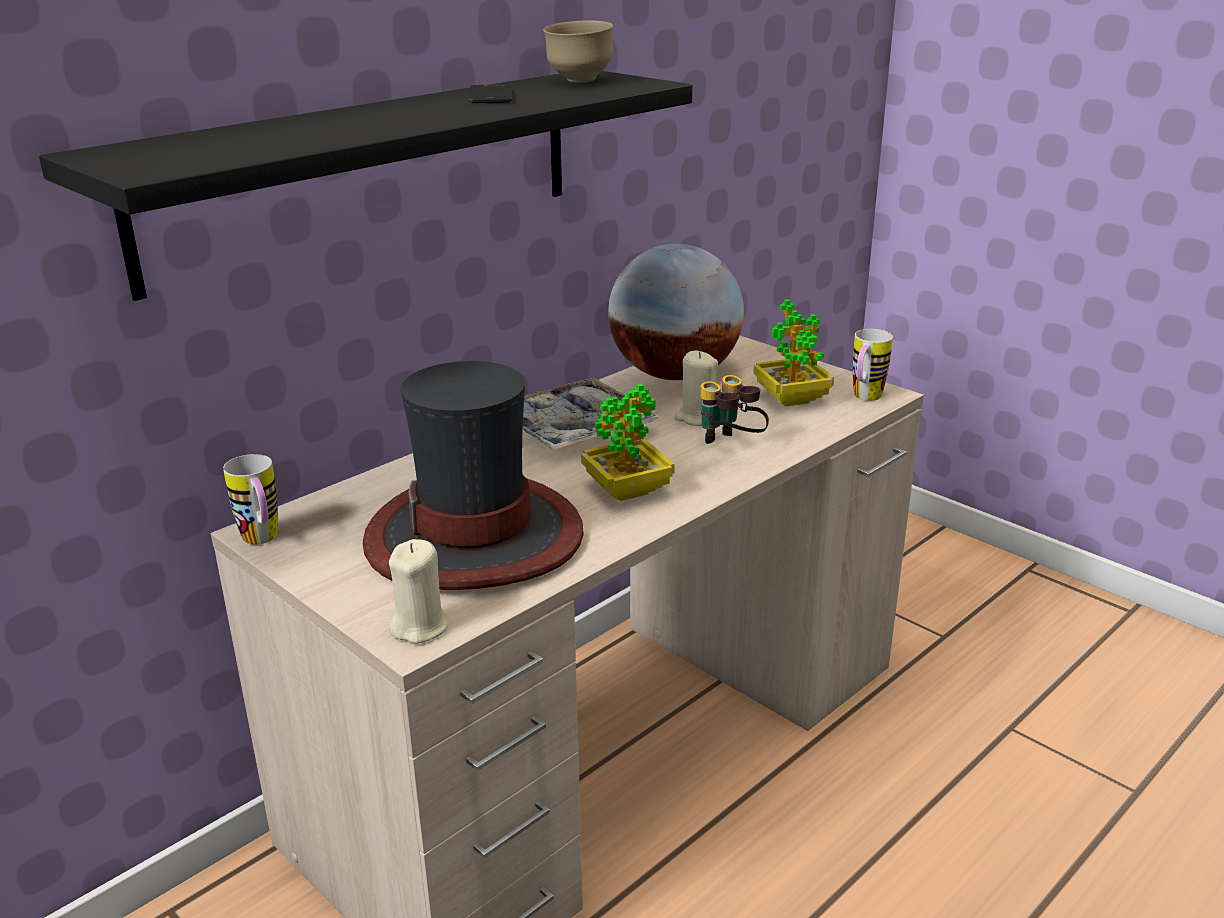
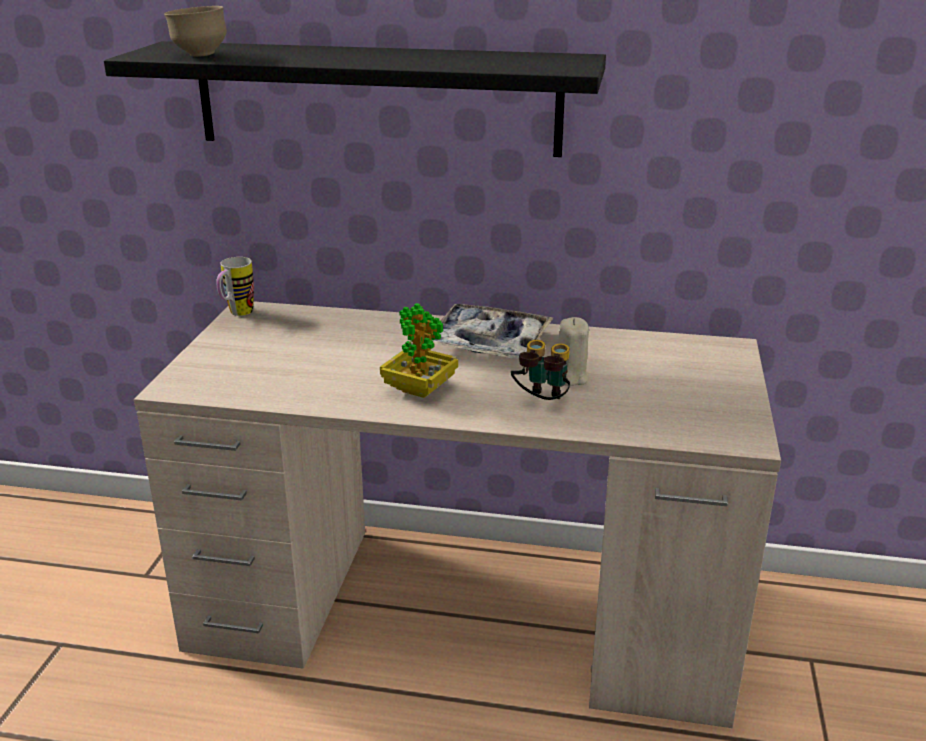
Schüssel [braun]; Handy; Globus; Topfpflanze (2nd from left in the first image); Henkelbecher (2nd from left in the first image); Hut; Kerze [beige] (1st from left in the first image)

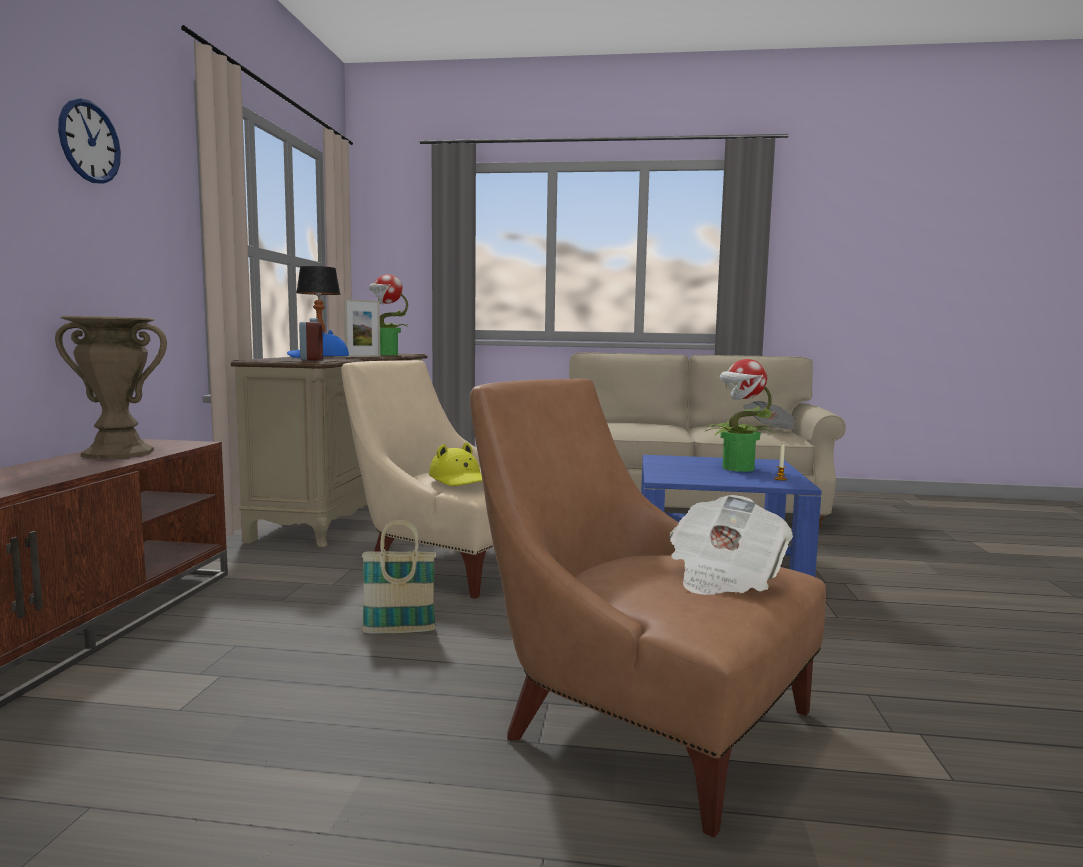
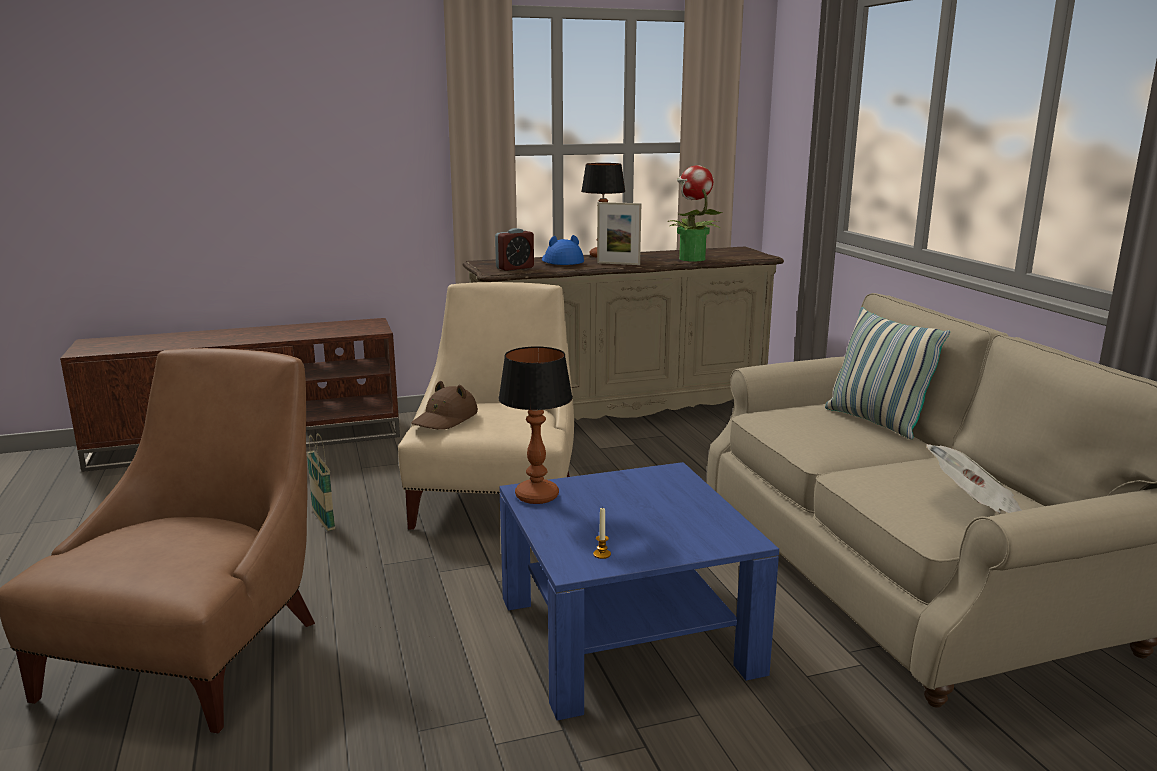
Wanduhr; Vase [braun]; Topfpflanze (2nd from left in the first image); Hut [braun]; Zeitung (1st from left in the first image); Kissen; Tischlampe (1st from left)

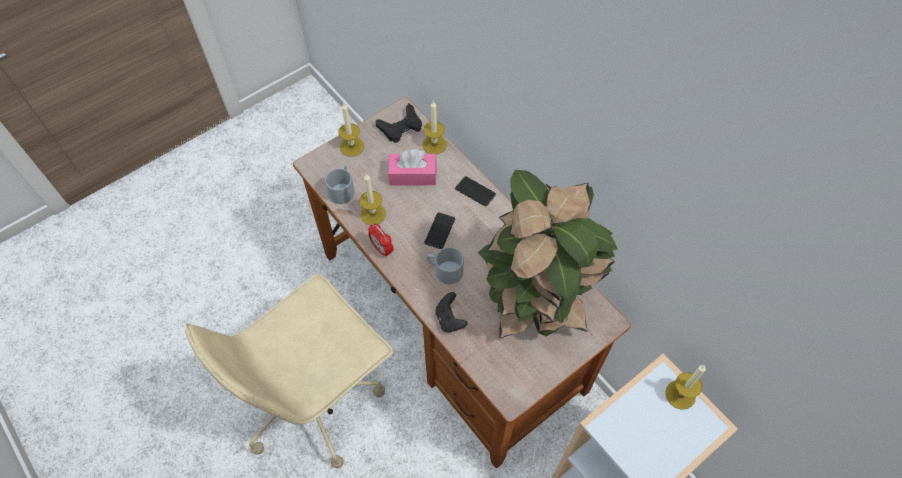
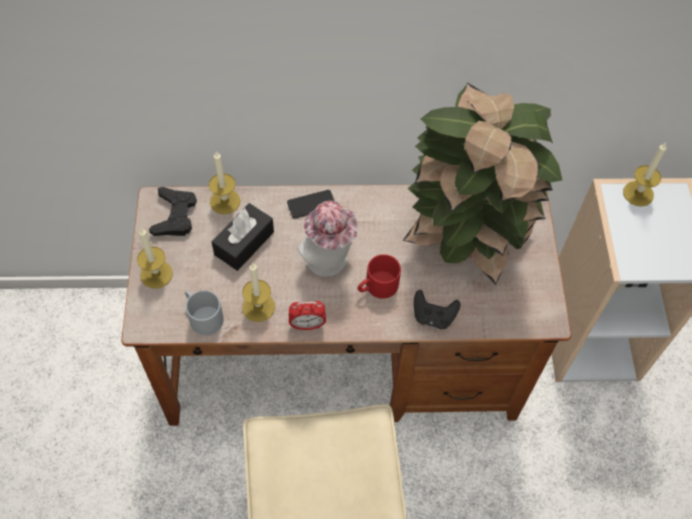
Taschentuchbox [schwarz]; Hut; Henkelbecher [rot]

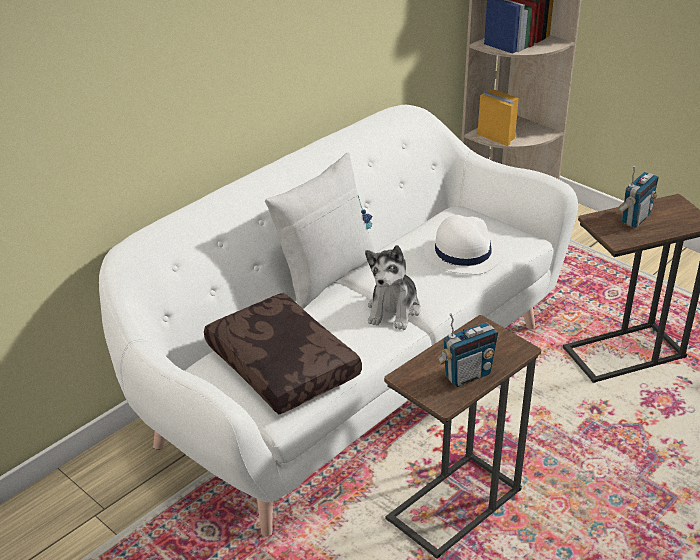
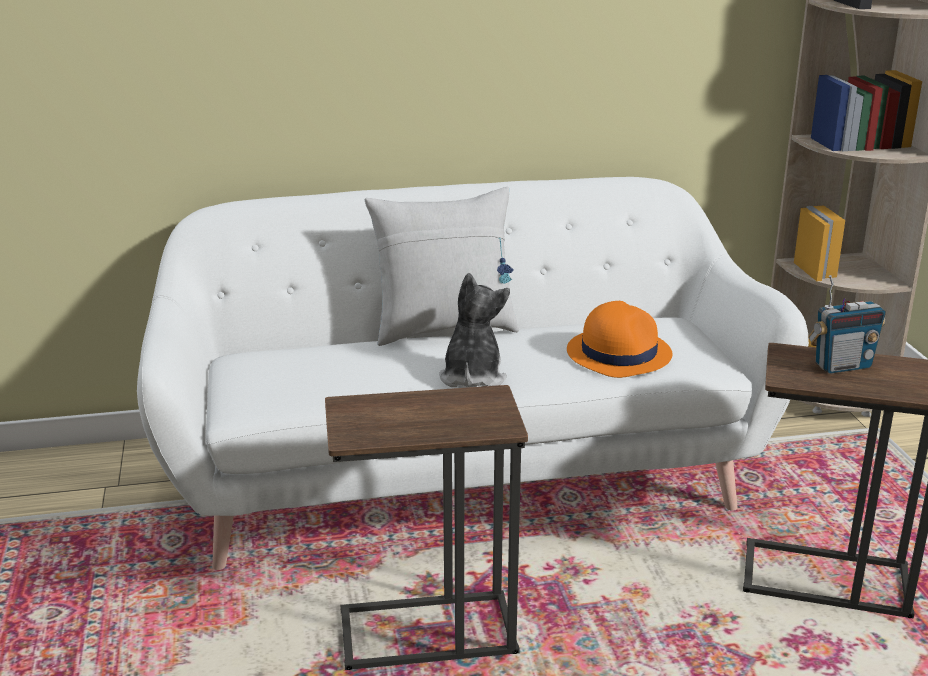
Hut [orange]; Plüschtier; Kissen [braun]; Radio (1st from left in the first image)

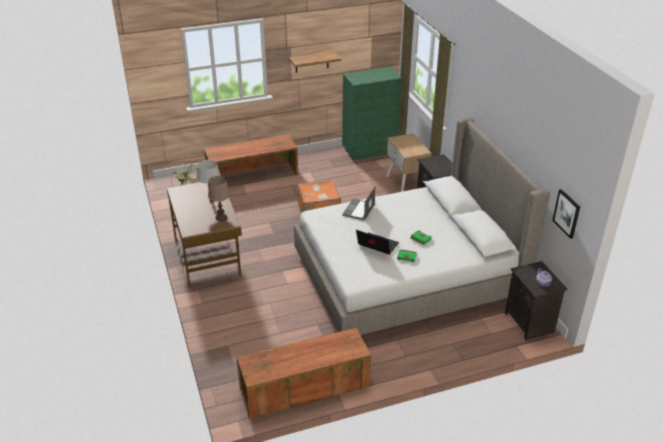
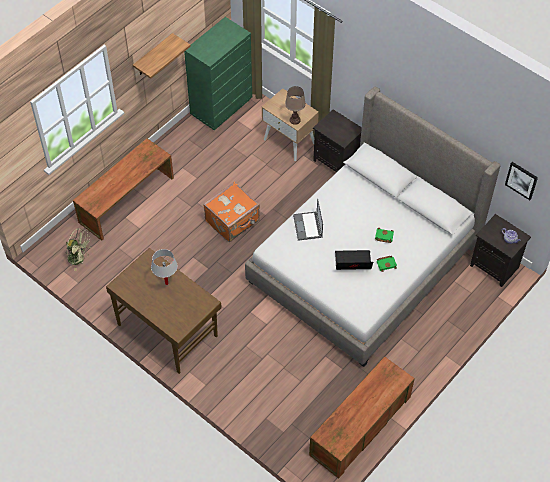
Tischlampe [braun]

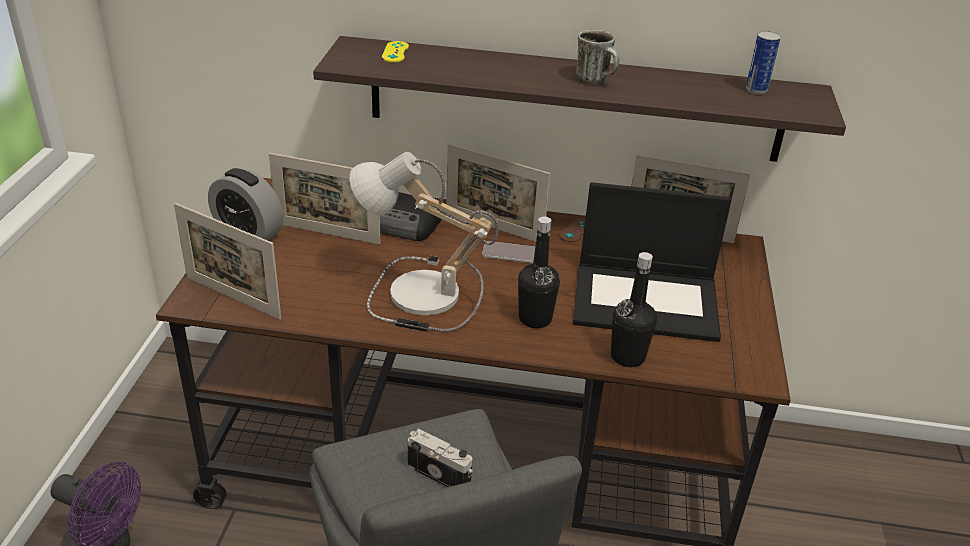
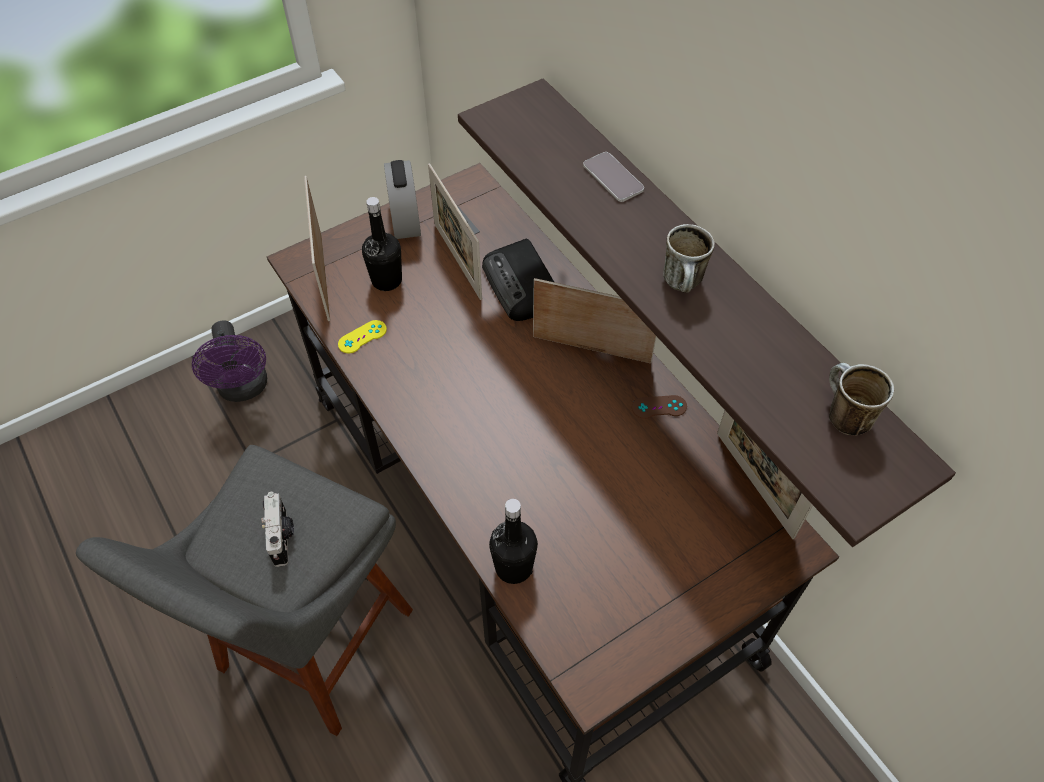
Henkelbecher (2nd from left); Gamepad [gelb]; Bilderrahmen (3rd from left); Tischlampe; Laptop; Flasche [schwarz] (1st from left); Handy

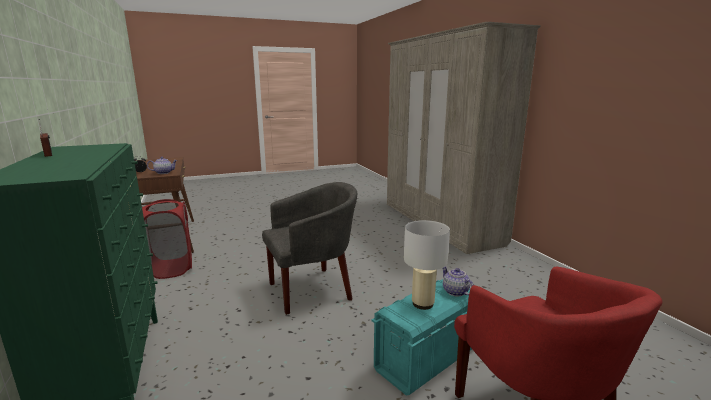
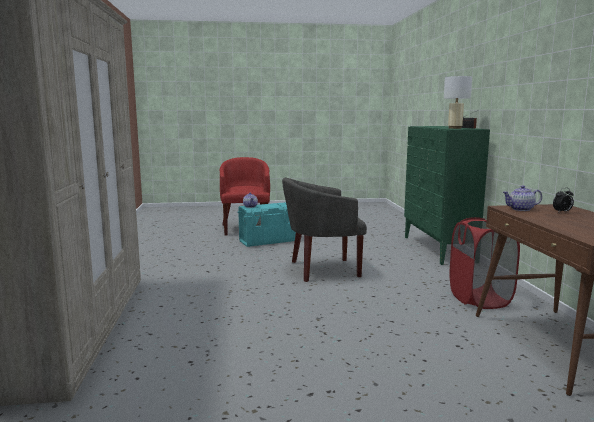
Tischlampe [weiß]

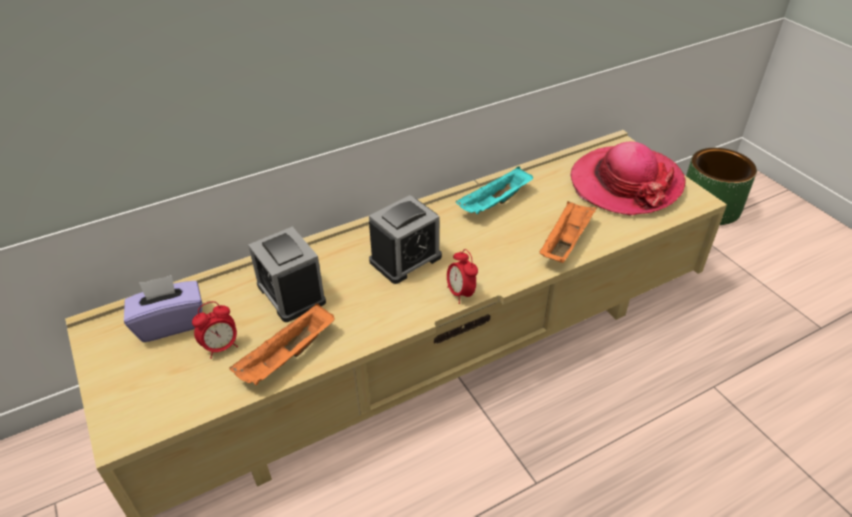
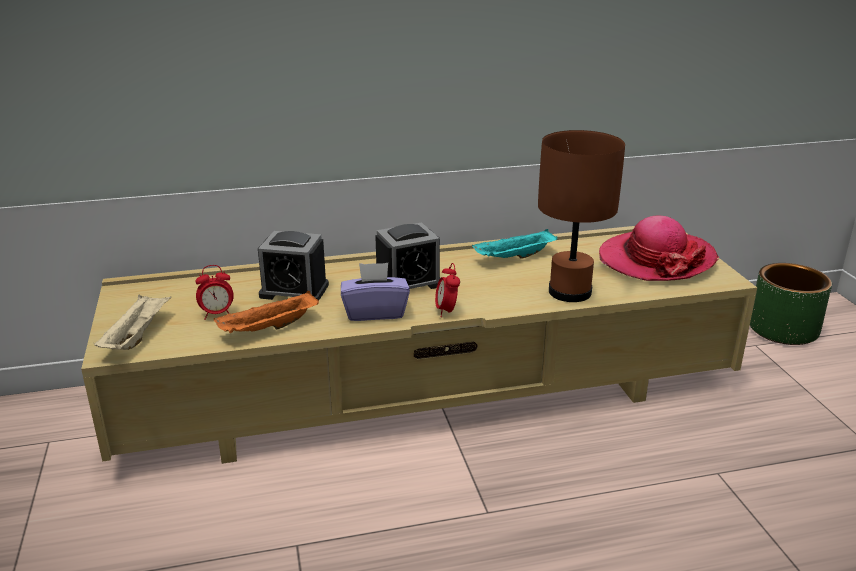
Tischlampe [braun]; Wecker (2nd from left); Taschentuchbox [lila]; Tablett [beige]

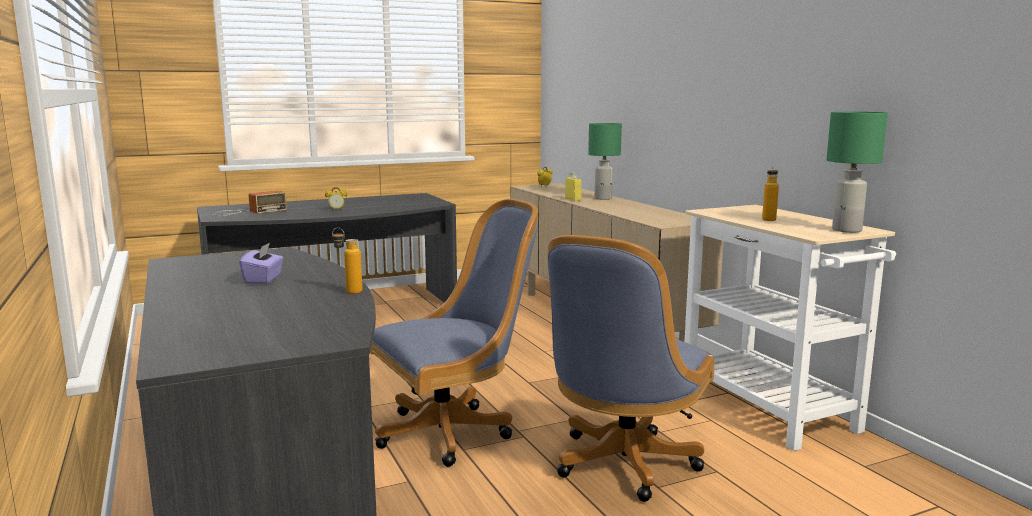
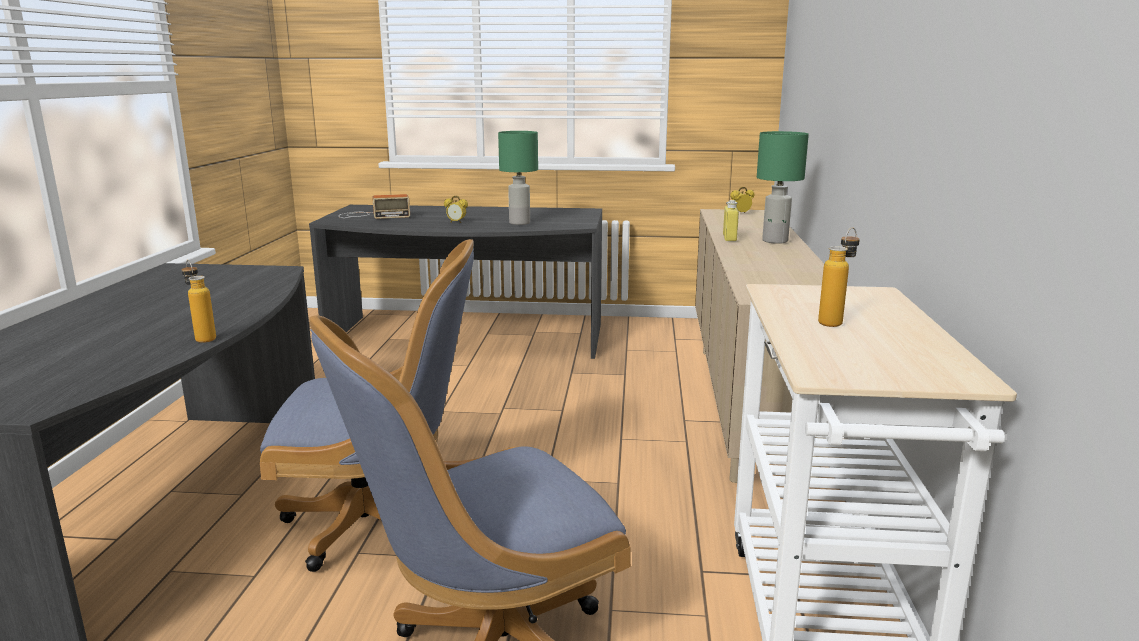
Tischlampe [grün] (1st from left); Taschentuchbox [lila]

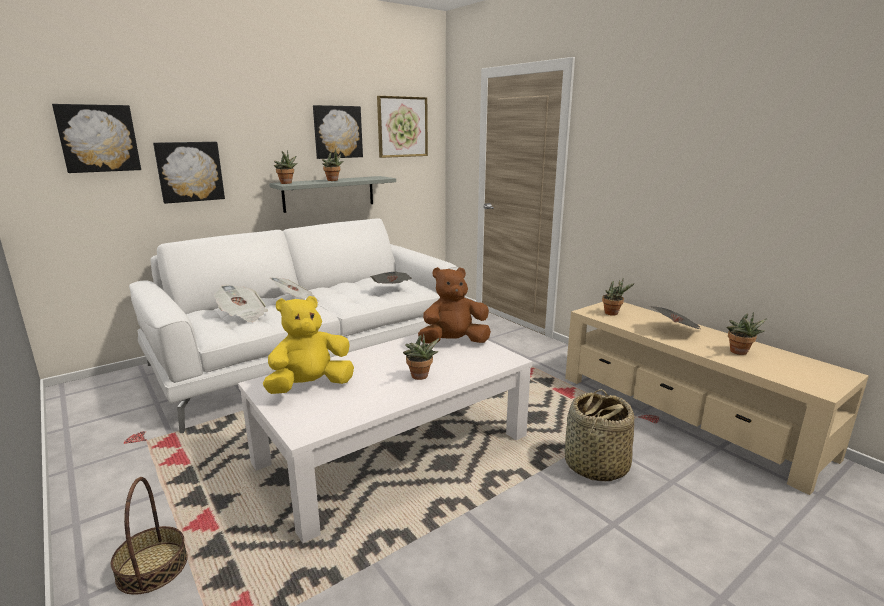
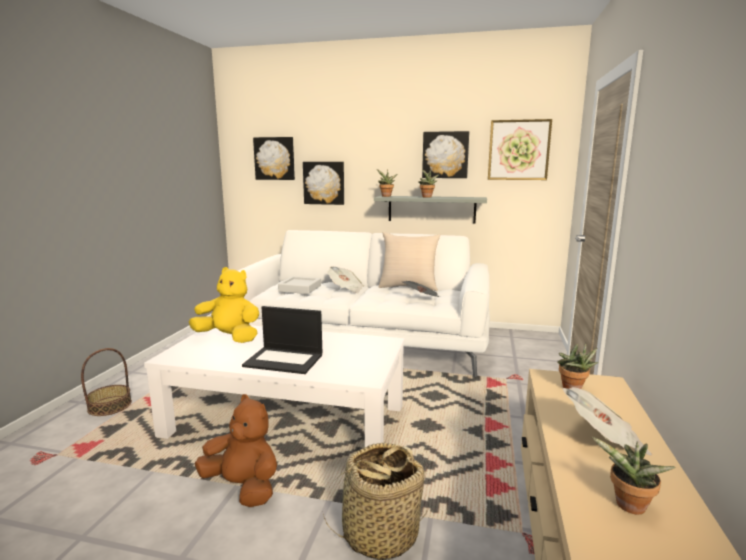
Plüschtier [braun]; Tablett [grau]; Laptop; Kissen [beige]

